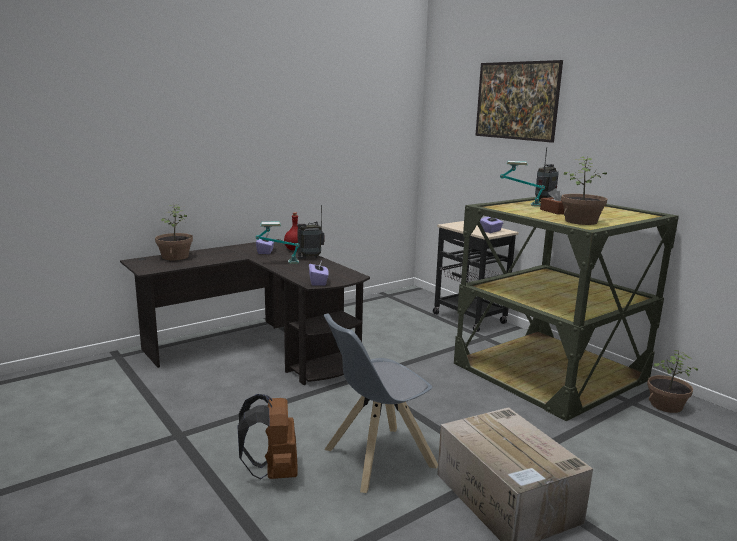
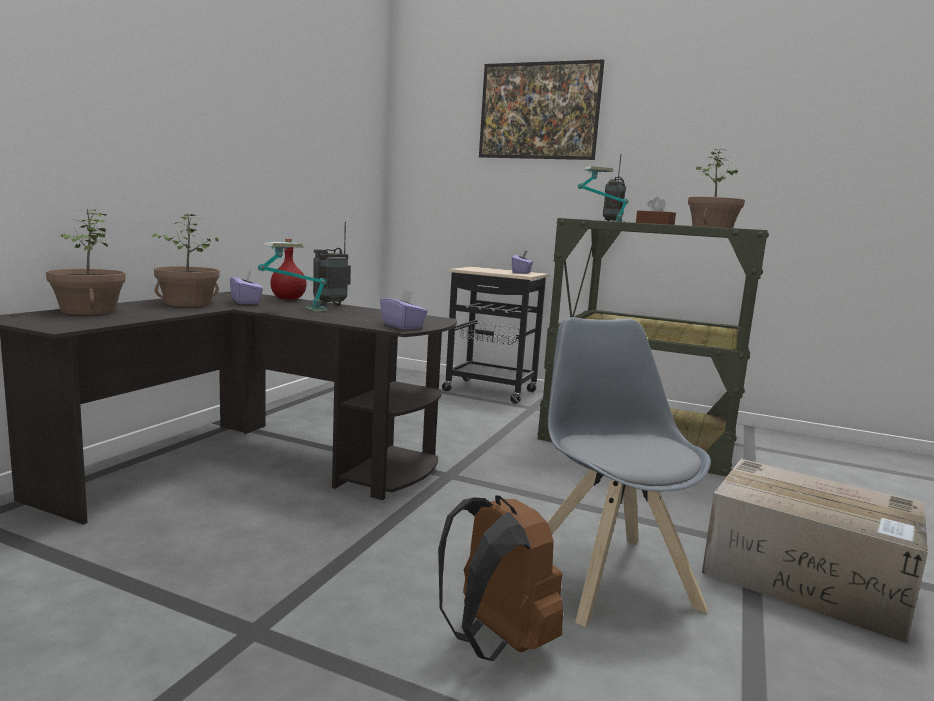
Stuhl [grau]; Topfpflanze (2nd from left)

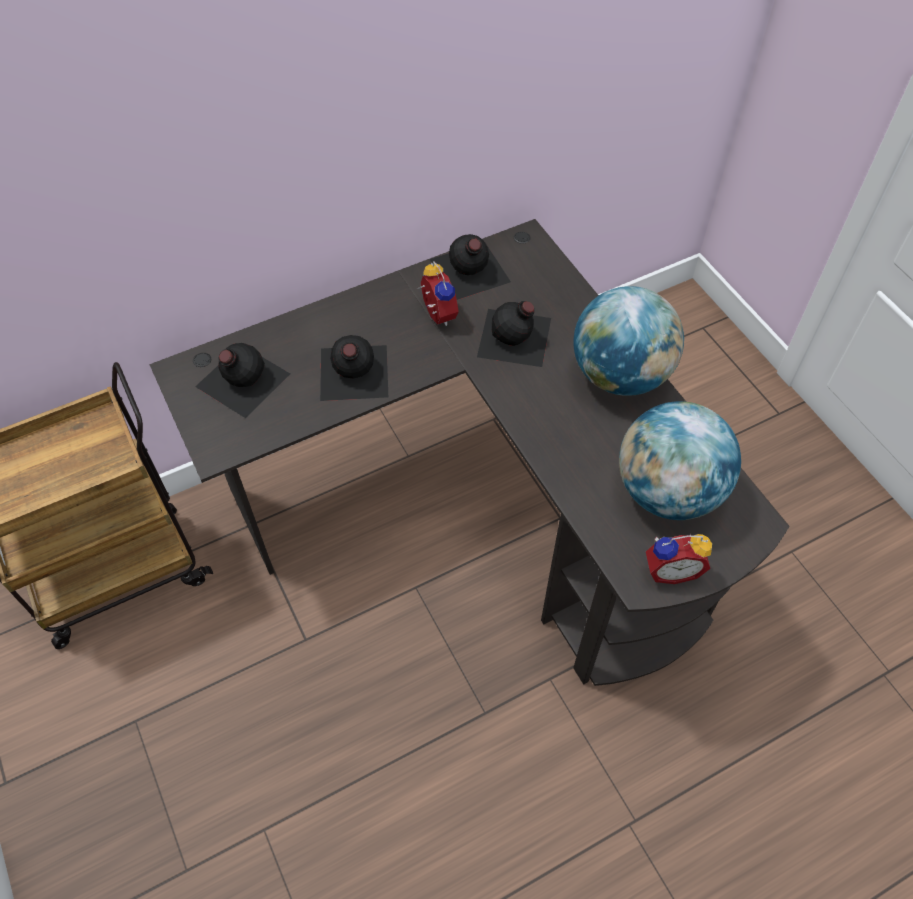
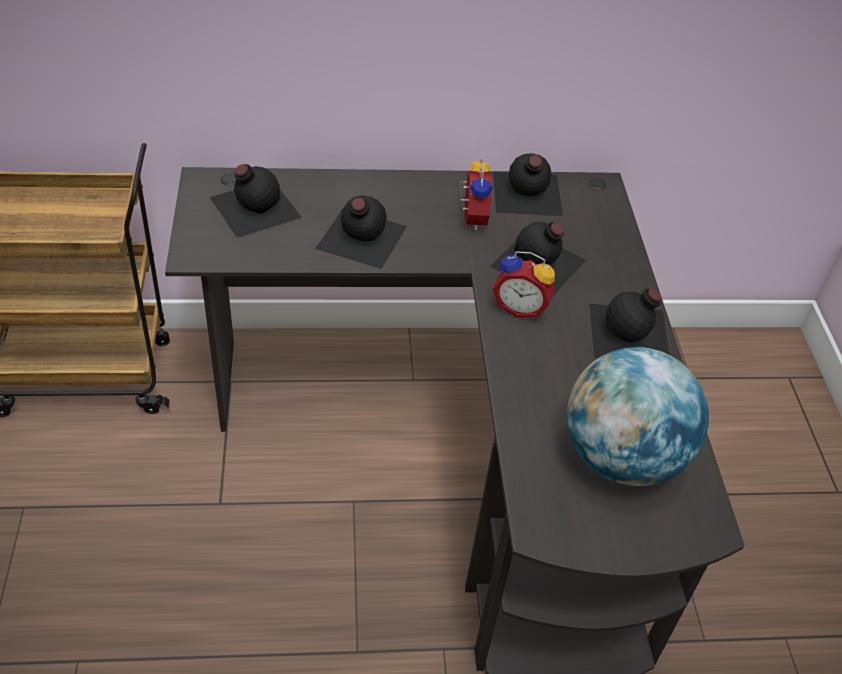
Flasche [schwarz] (5th from left); Wecker (2nd from left)

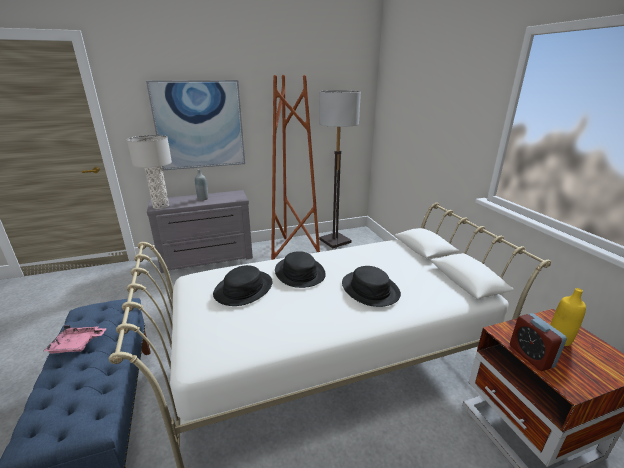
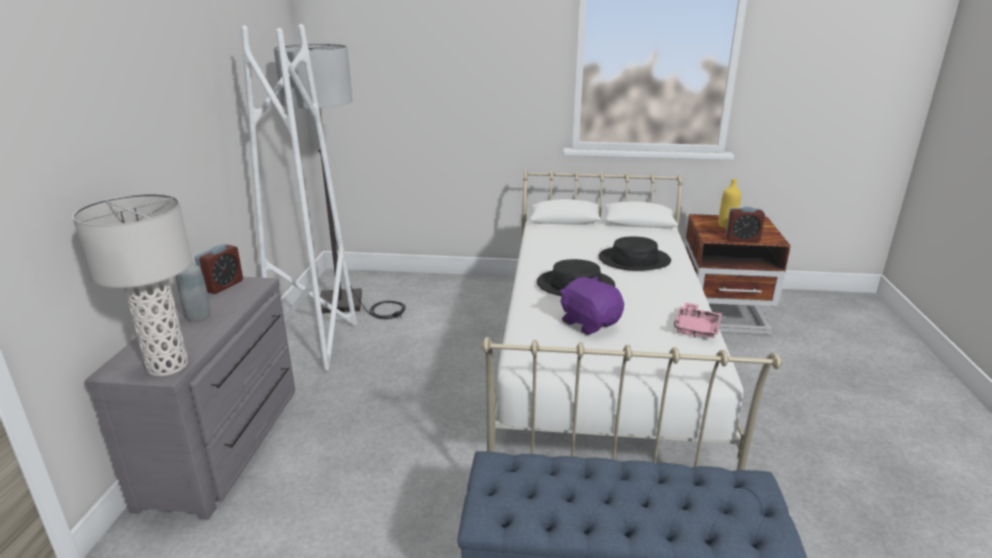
Kleiderständer [weiß]; Bild; Plüschtier [lila]; Tablett [rosa]; Wecker (1st from left)

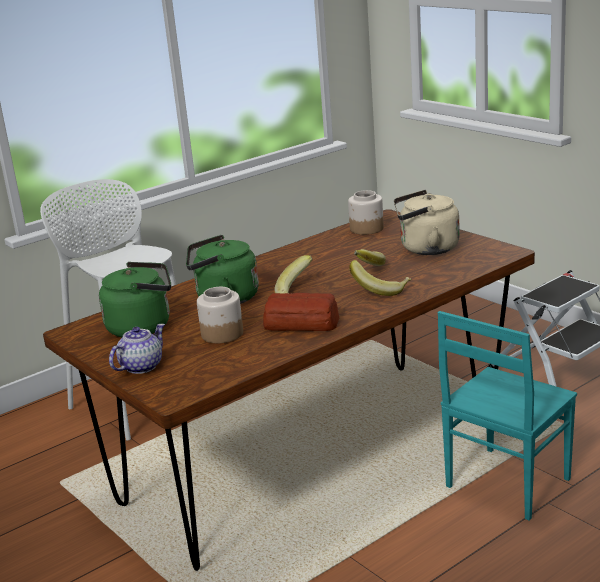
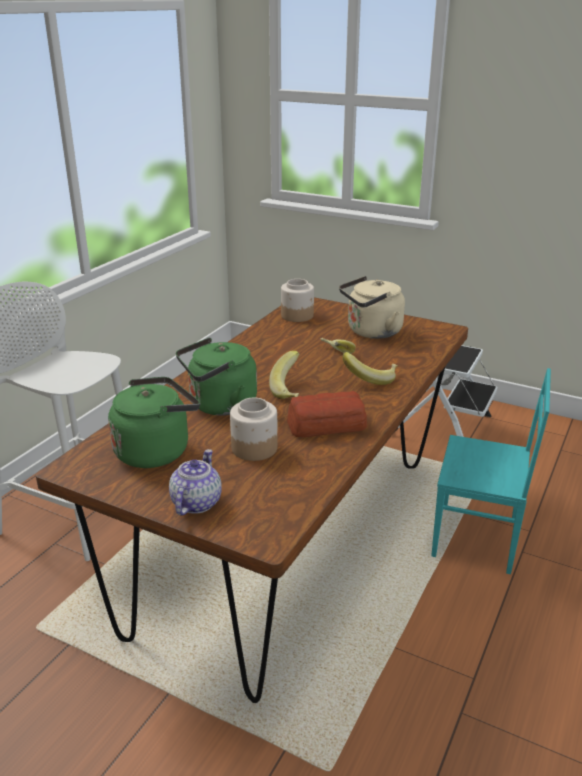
Stuhl [türkis]

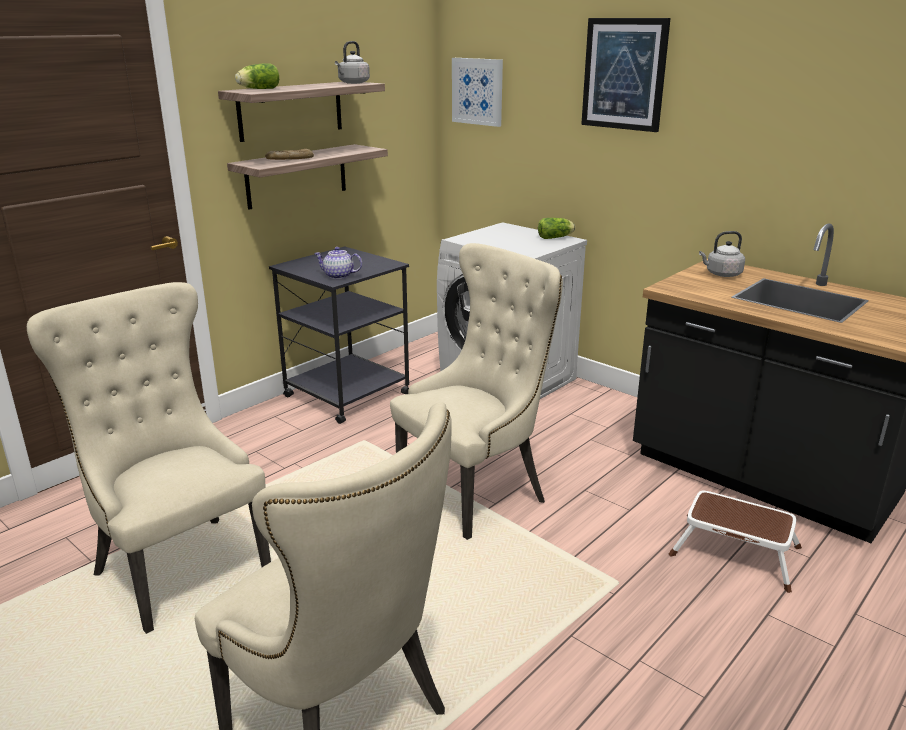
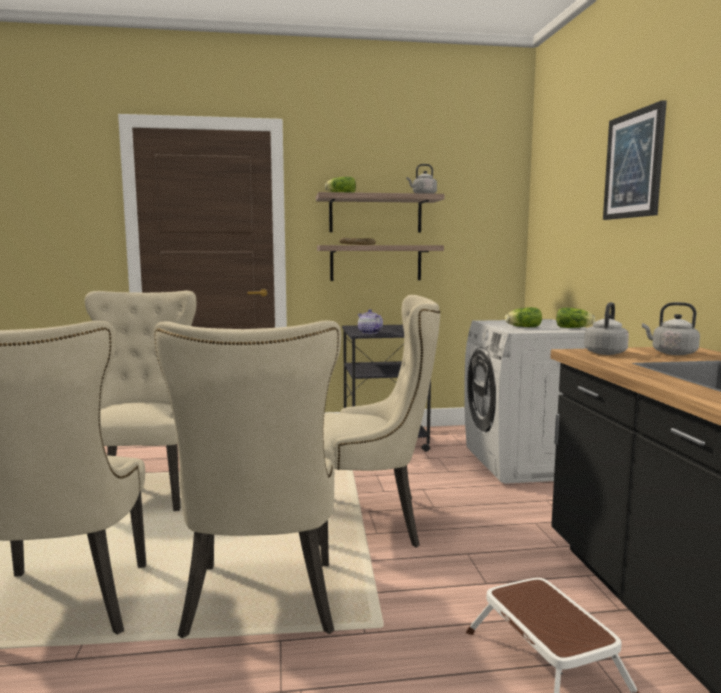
Bild (1st from left in the first image); Wasserkessel [grau] (2nd from left); Salatkopf (2nd from left); Stuhl [beige] (3rd from left)

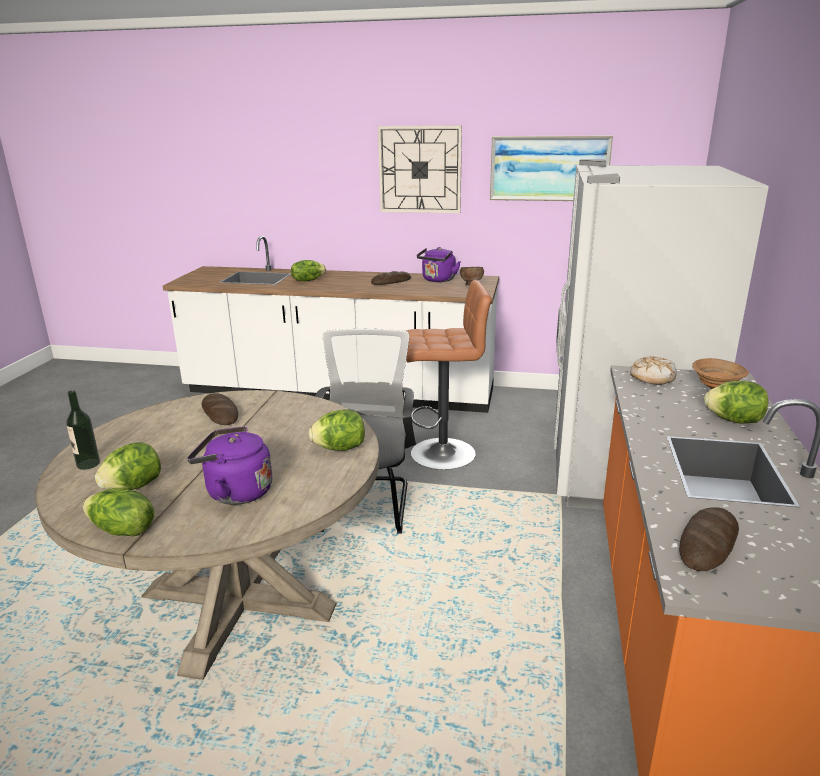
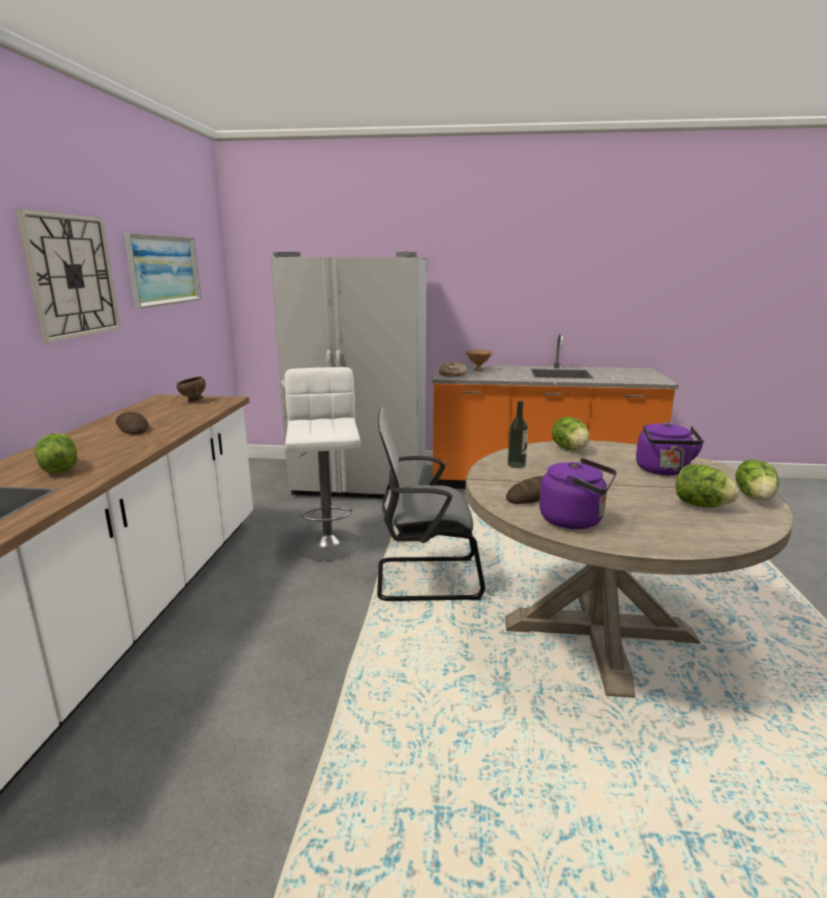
Wasserkessel [lila] (1st from left); Hocker [weiß]; Salatkopf (5th from left in the first image); Flasche; Brot (4th from left in the first image)

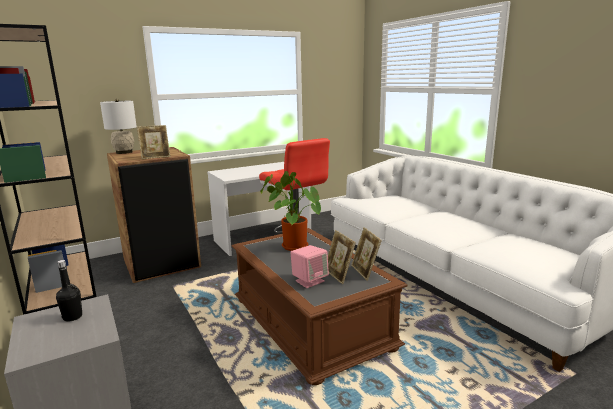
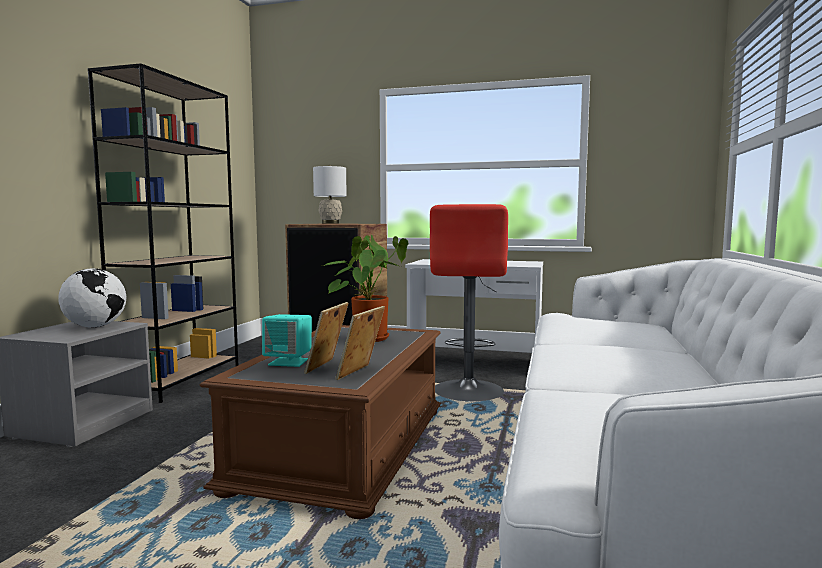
Bilderrahmen (1st from left in the first image); Lautsprecher [türkis]; Globus

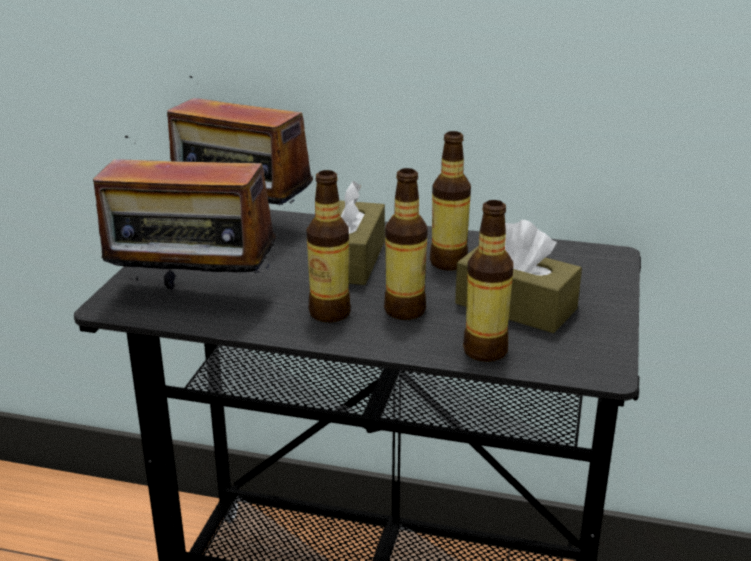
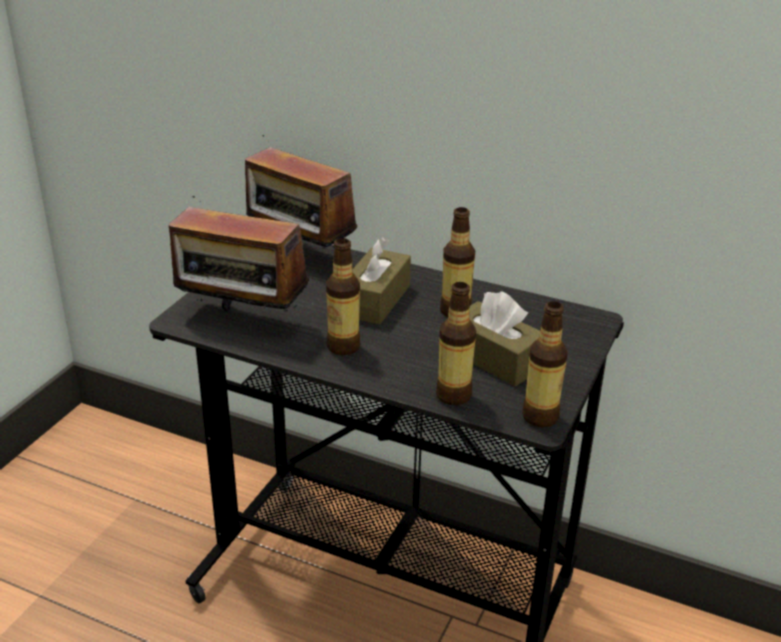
Flasche (4th from left)

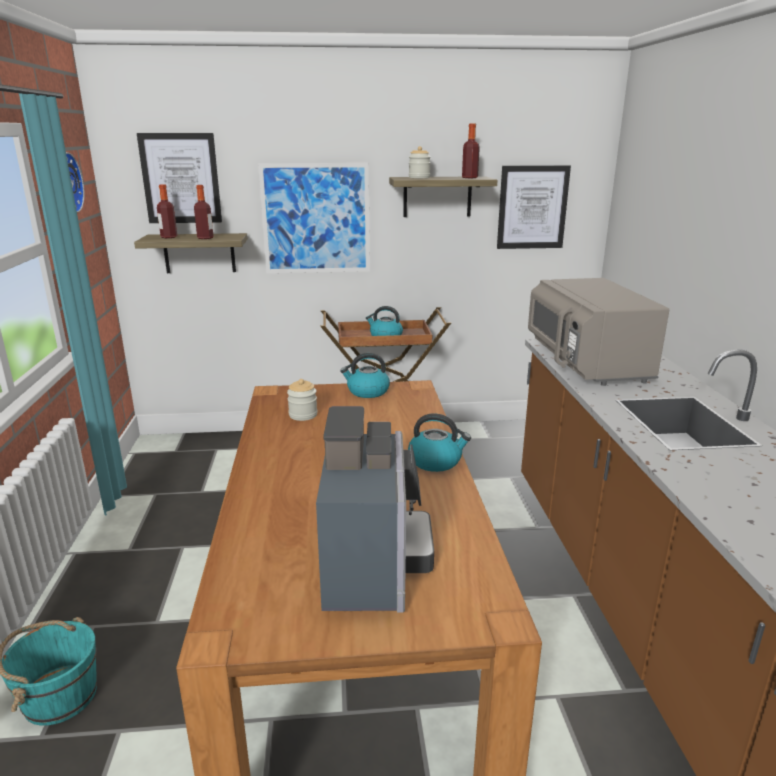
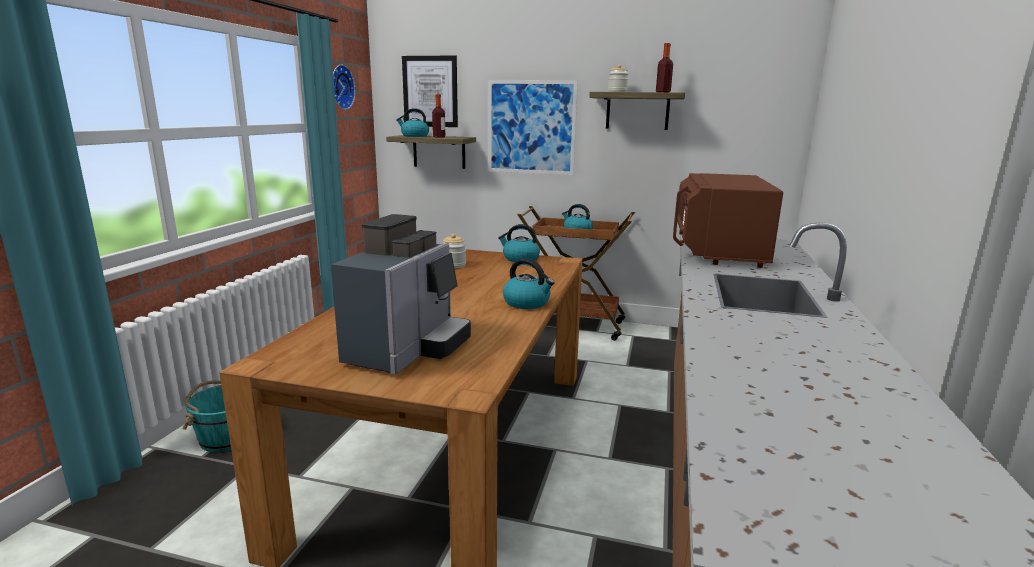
Bild (3rd from left in the first image); Wasserkessel (1st from left); Mikrowelle [braun]

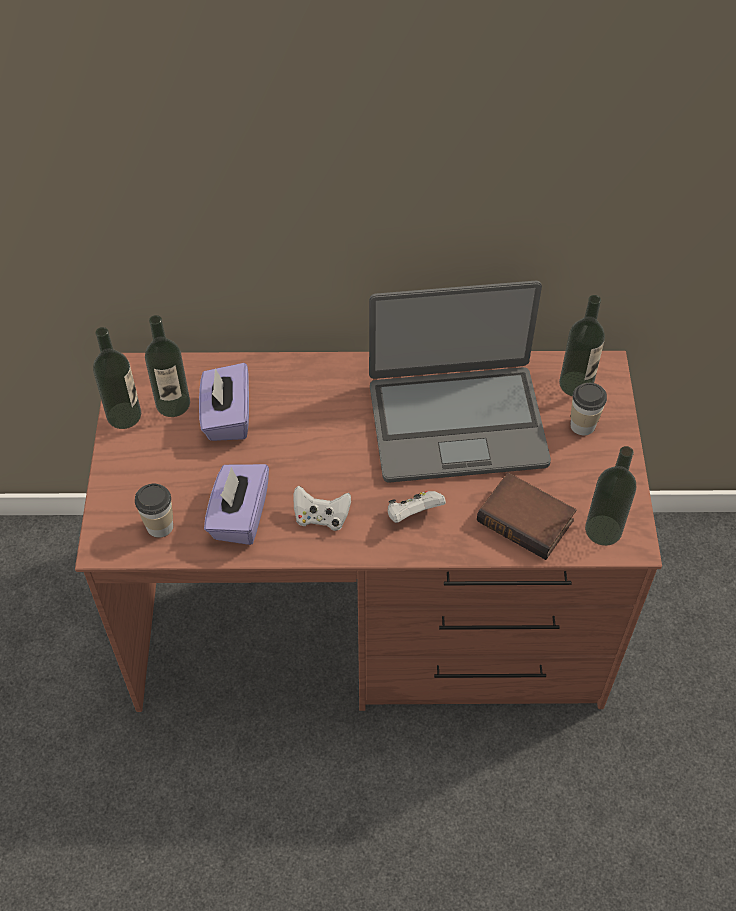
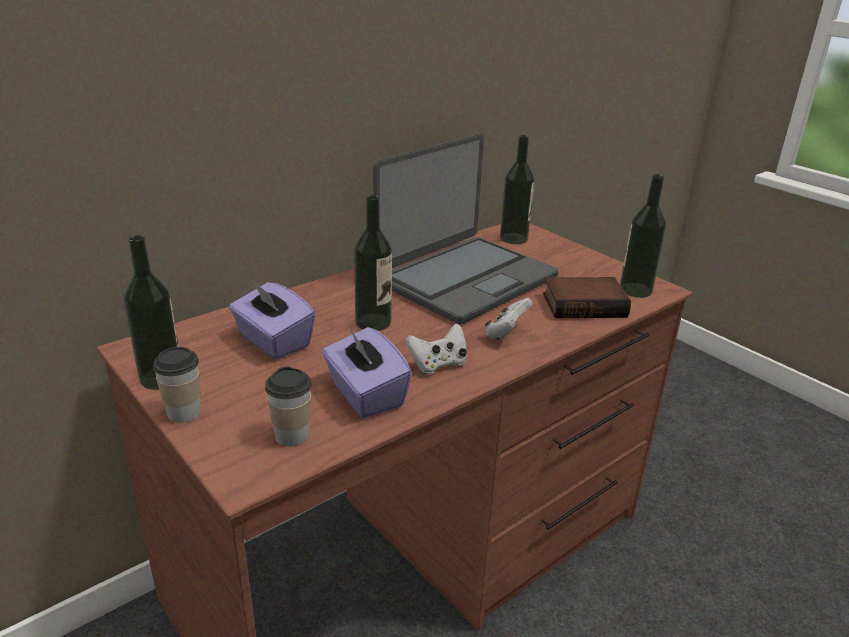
Flasche (2nd from left); Tasse (1st from left)

